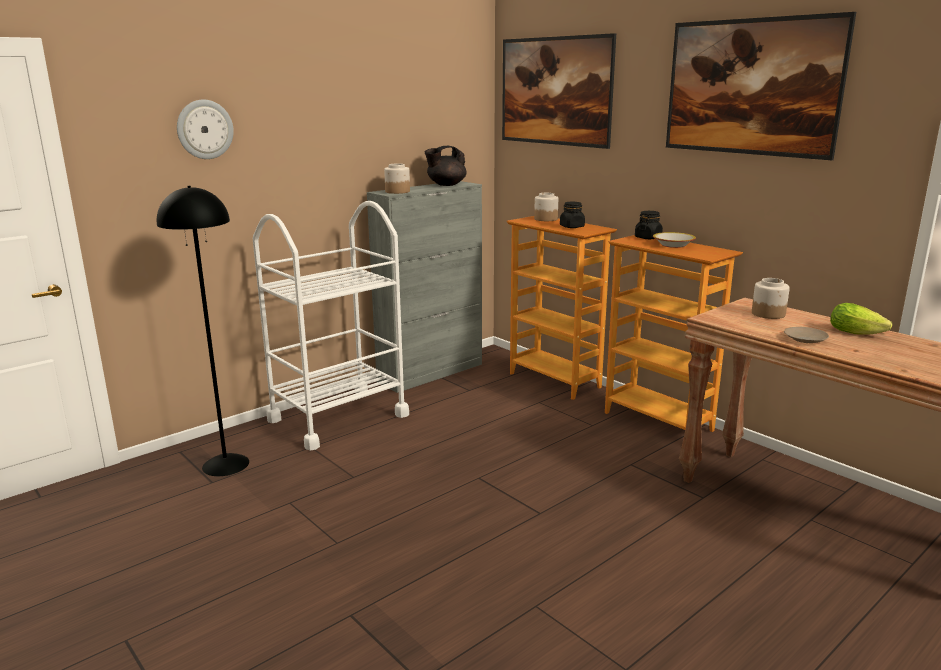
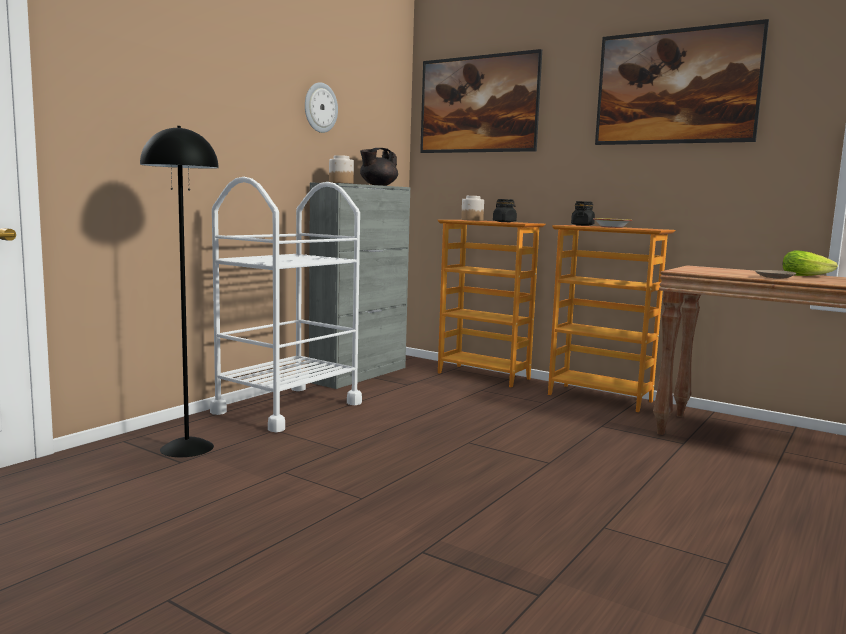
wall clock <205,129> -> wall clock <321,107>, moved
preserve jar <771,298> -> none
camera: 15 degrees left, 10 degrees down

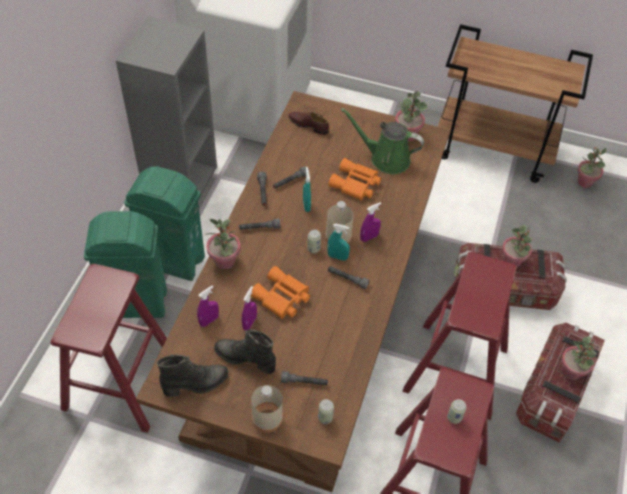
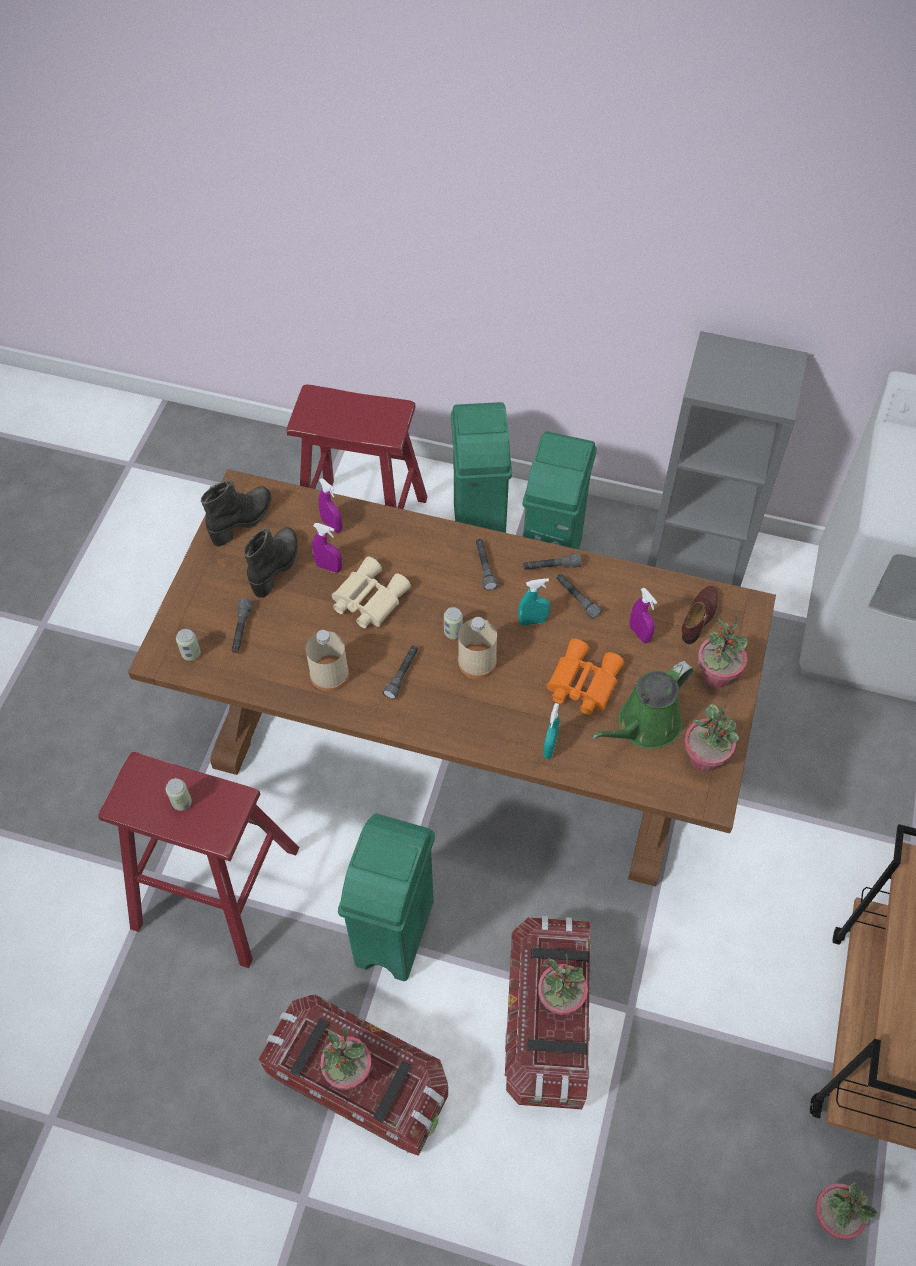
green watering can <382,141> -> green watering can <642,705>, 150 degrees counterclockwise
purple-coloured hand sprayer <370,222> -> purple-coloured hand sprayer <643,615>, moved
plant in a pot <223,244> -> plant in a pot <722,651>, moved
turquoise hand sprayer <338,242> -> turquoise hand sprayer <551,731>, moved
reddish stool <459,336> -> green rubbish bin <386,897>
orangey pair of binoculars <280,292> -> beige-coloured pair of binoculars <371,592>
black-coloured high-top boot <192,375> -> black-coloured high-top boot <236,513>, 120 degrees counterclockwise
beige-coloured drink bottle <267,409> -> beige-coloured drink bottle <327,661>, moved
camera: 90 degrees right, 5 degrees up

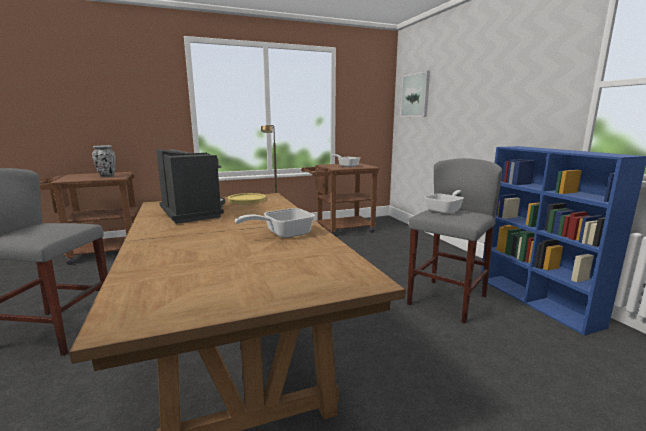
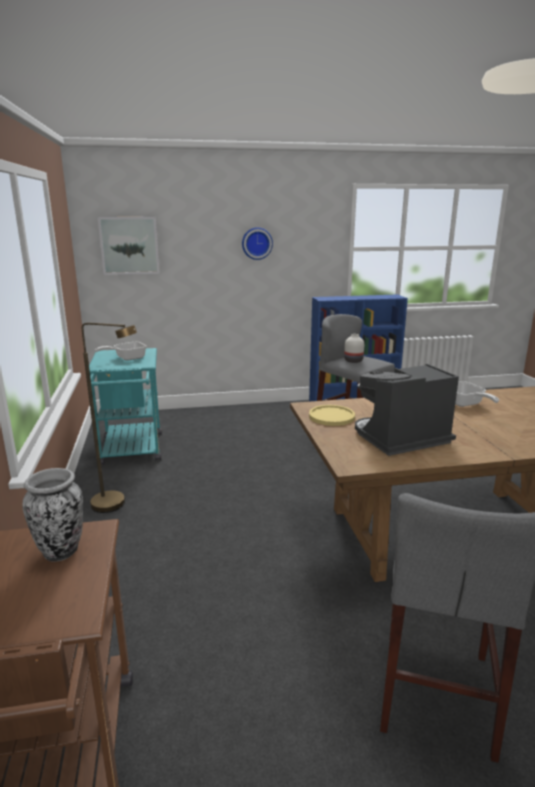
brownish cart <340,199> -> turquoise cart <125,406>
pan <444,202> -> white-coloured decorative vase <354,348>
none -> wall clock <257,243>
camera: 80 degrees left, 5 degrees up

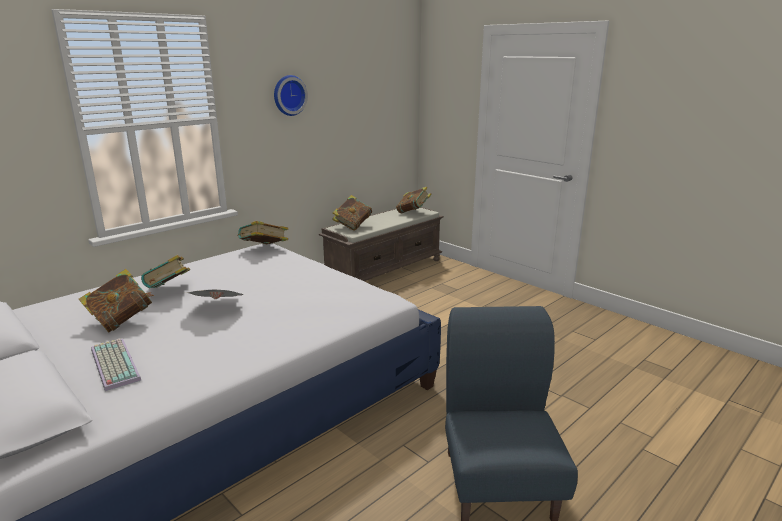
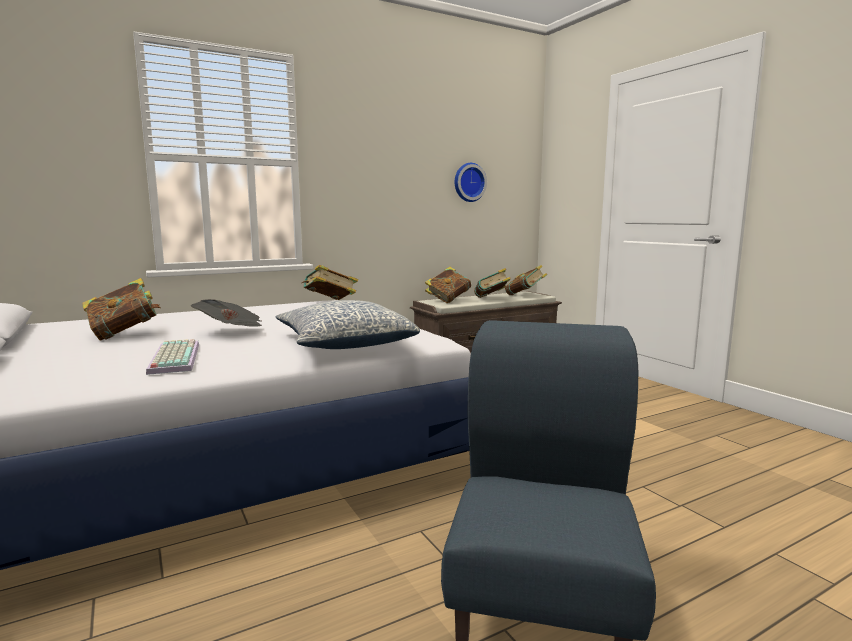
wall clock <291,95> -> wall clock <471,182>, moved
book <165,271> -> book <492,283>, moved
keyboard <116,364> -> keyboard <172,357>, moved
none -> cushion <348,324>
camera: 15 degrees right, 10 degrees down

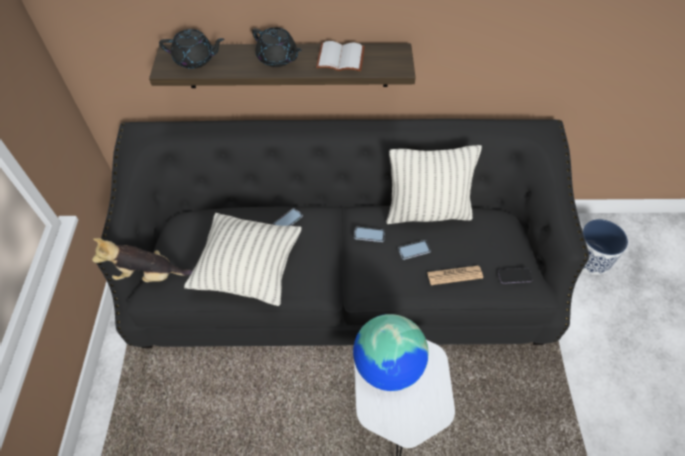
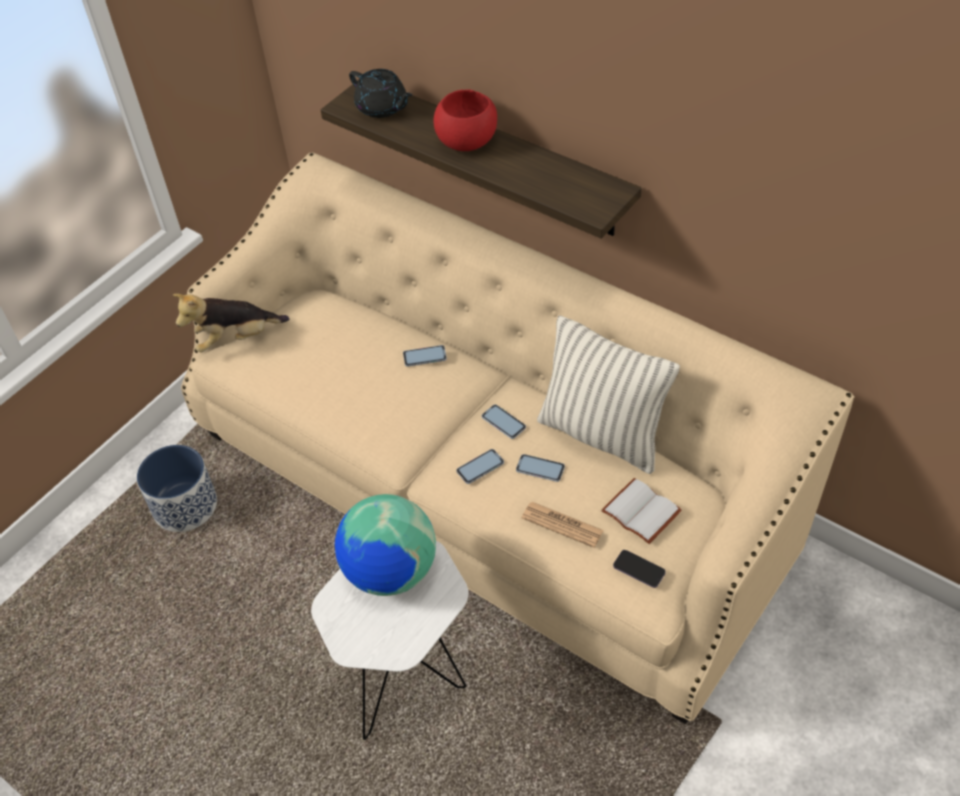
black-coloured teapot <277,47> -> reddish bowl <465,120>
white-coloured book <340,56> -> white-coloured book <641,511>, moved
black-coloured sofa <343,233> -> beige-coloured sofa <518,438>
cushion <243,259> -> none
planter <605,247> -> planter <177,488>, moved
soft toy <142,260> -> soft toy <231,323>, 60 degrees counterclockwise
none -> telephone <480,466>
camera: 40 degrees right, 5 degrees down

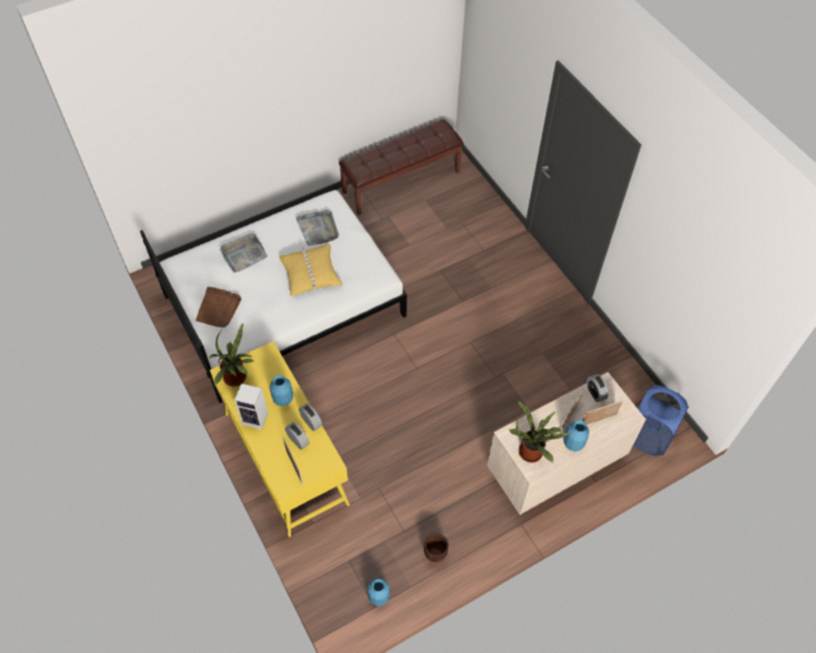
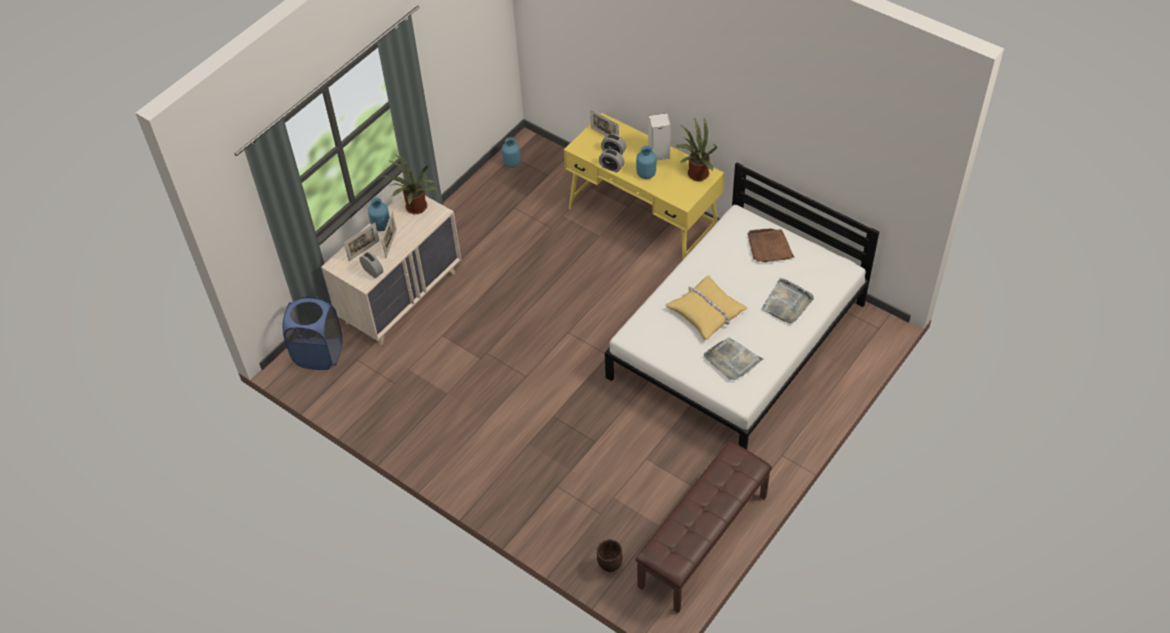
brownish planter <436,547> -> brownish planter <610,555>, moved
camera: 160 degrees right, 5 degrees down

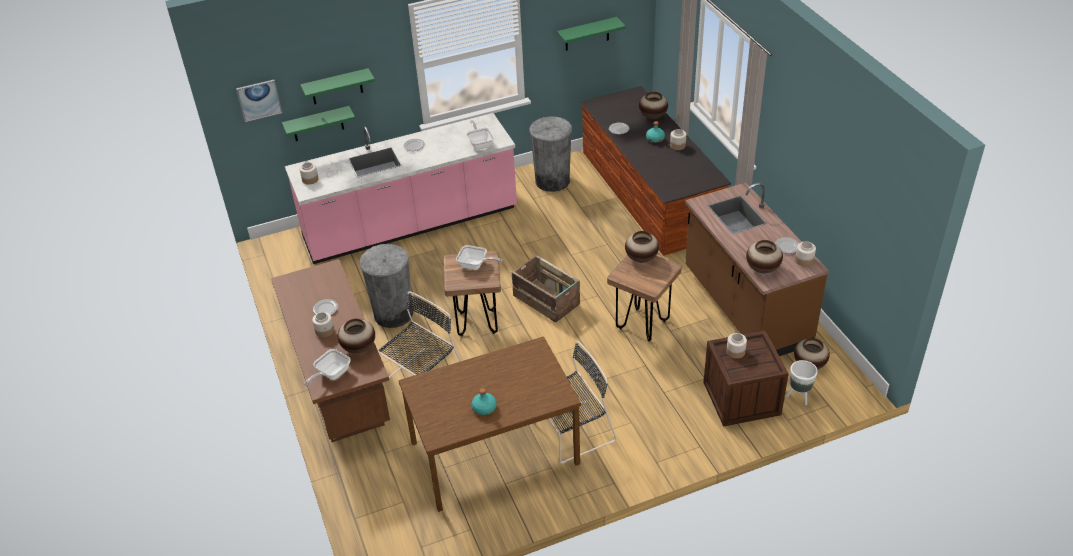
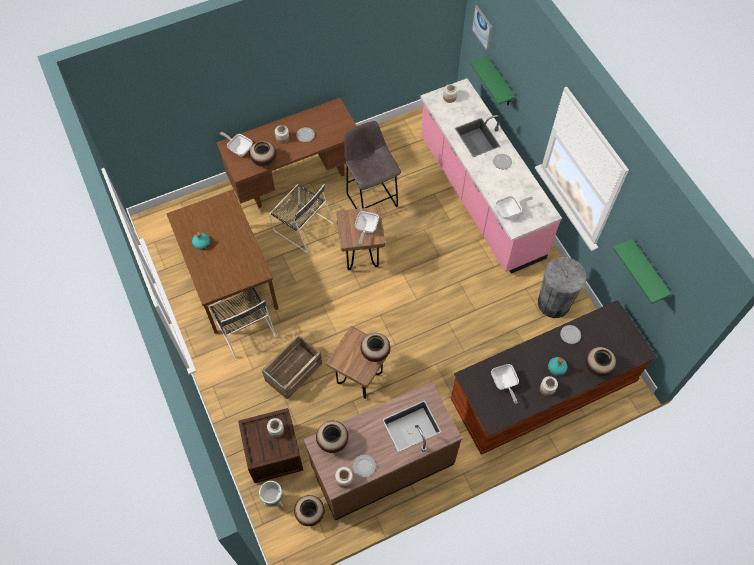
green shelf <337,86> -> none
gray rubbish bin <386,286> -> gray stool <372,165>
crate <546,288> -> crate <292,367>, moved
none -> pan <505,384>
camera: 85 degrees right, 20 degrees up

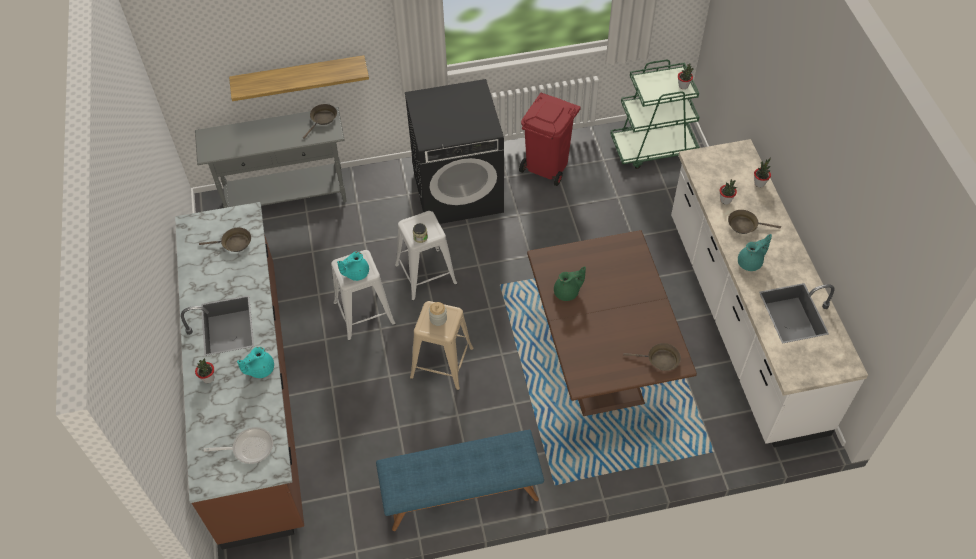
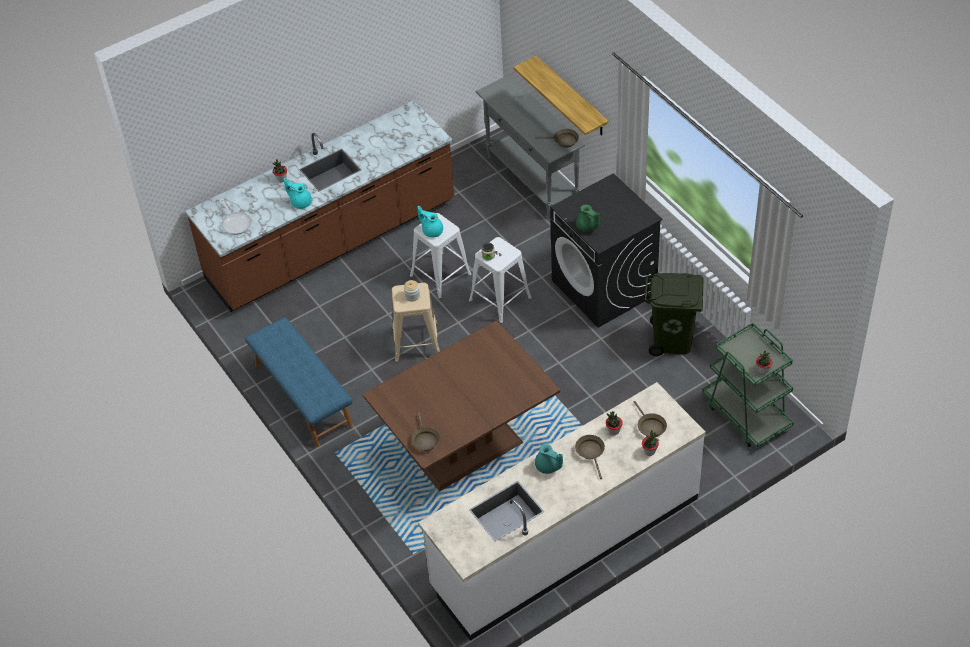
reddish rubbish bin <550,139> -> green rubbish bin <674,314>
brownish pan <225,239> -> brownish pan <650,419>, moved
green teapot <570,283> -> green teapot <588,218>, moved
camera: 70 degrees right, 5 degrees down

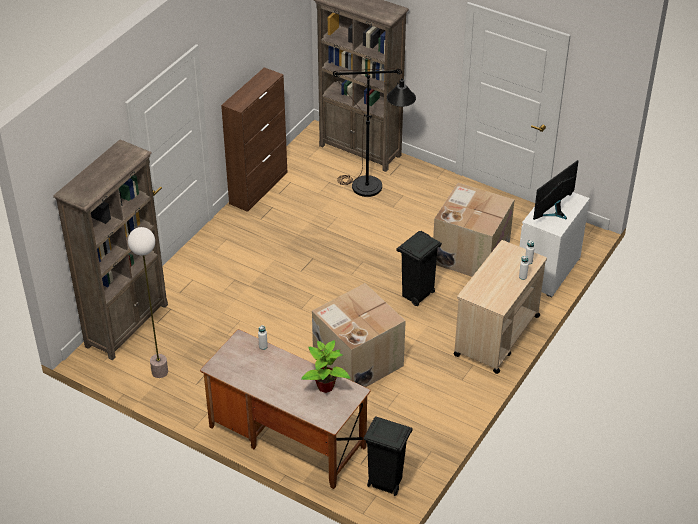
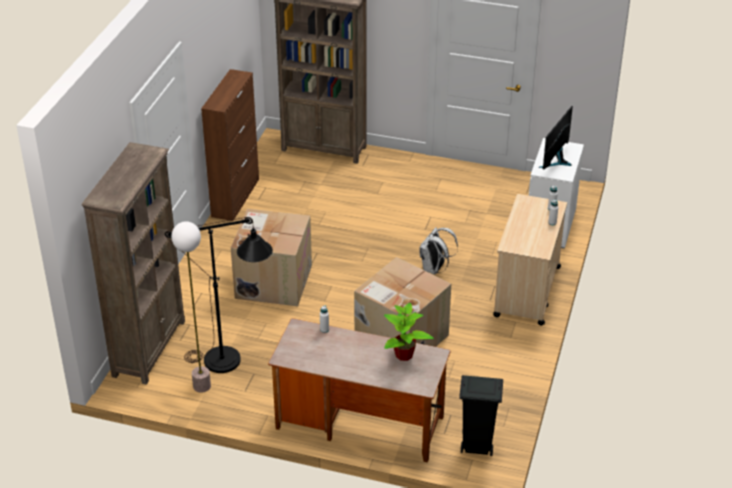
black-coloured standard lamp <374,132> -> black-coloured standard lamp <219,295>, moved
cardboard box <474,230> -> cardboard box <271,257>, moved
black-coloured rubbish bin <419,268> -> white-coloured backpack <438,250>
camera: 15 degrees left, 5 degrees down

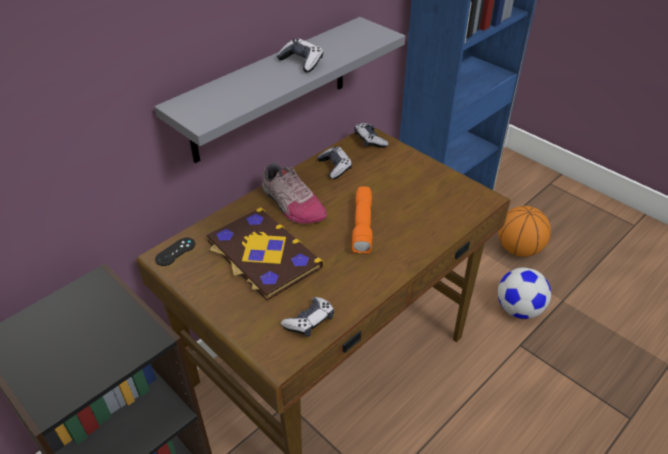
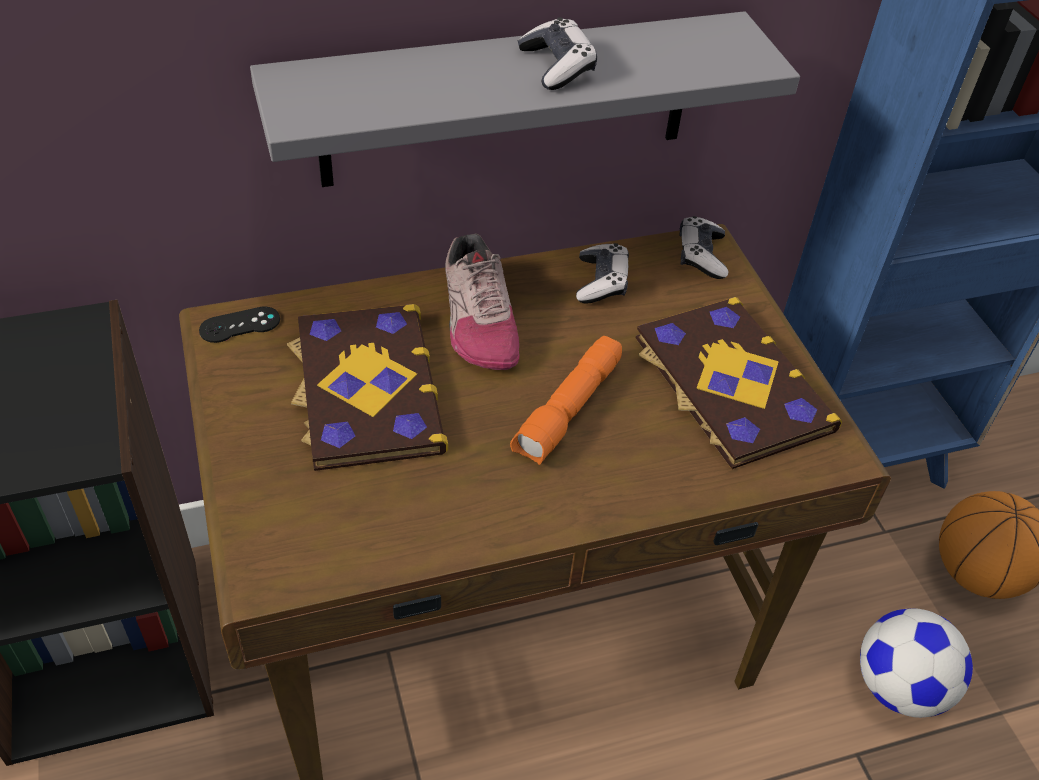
joypad <307,317> -> none
none -> book <739,383>
camera: 25 degrees right, 5 degrees up

